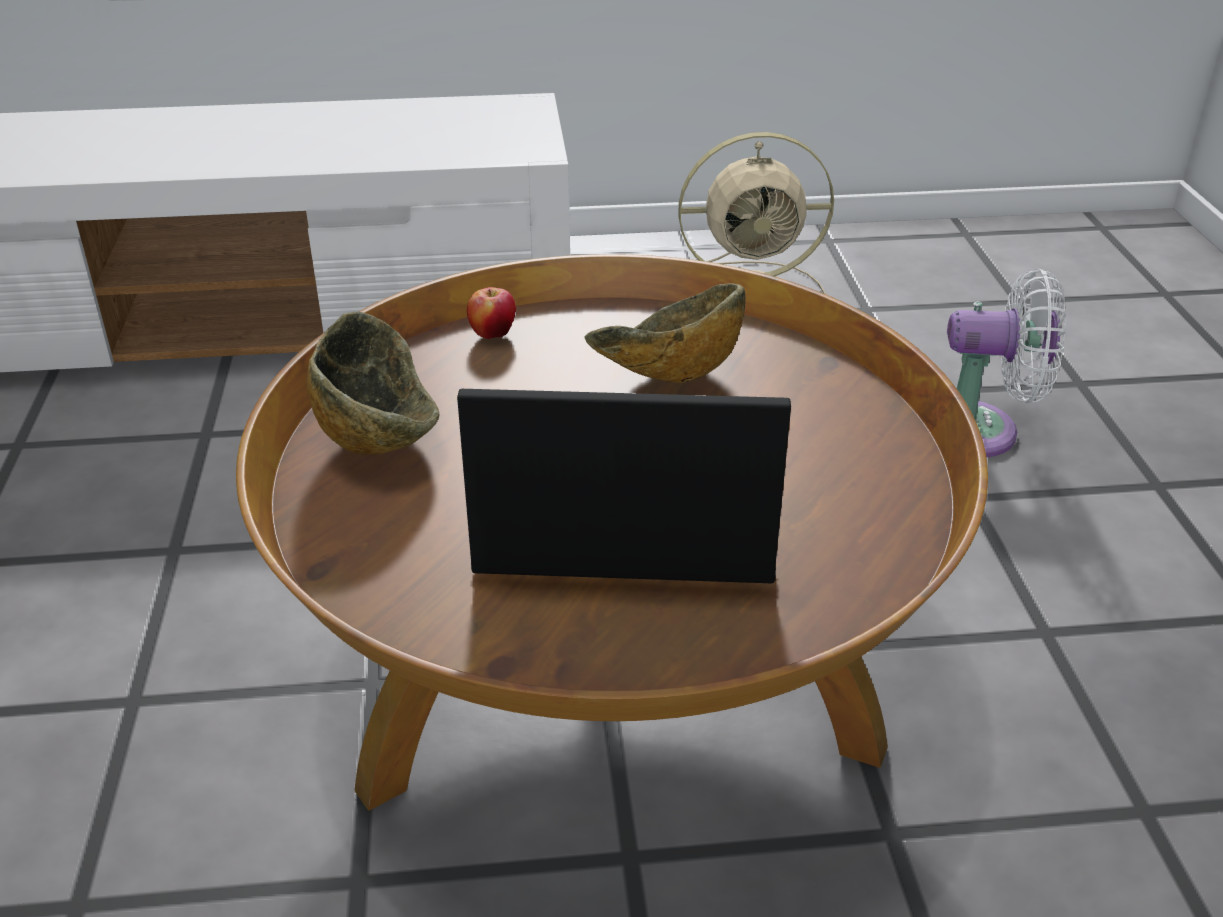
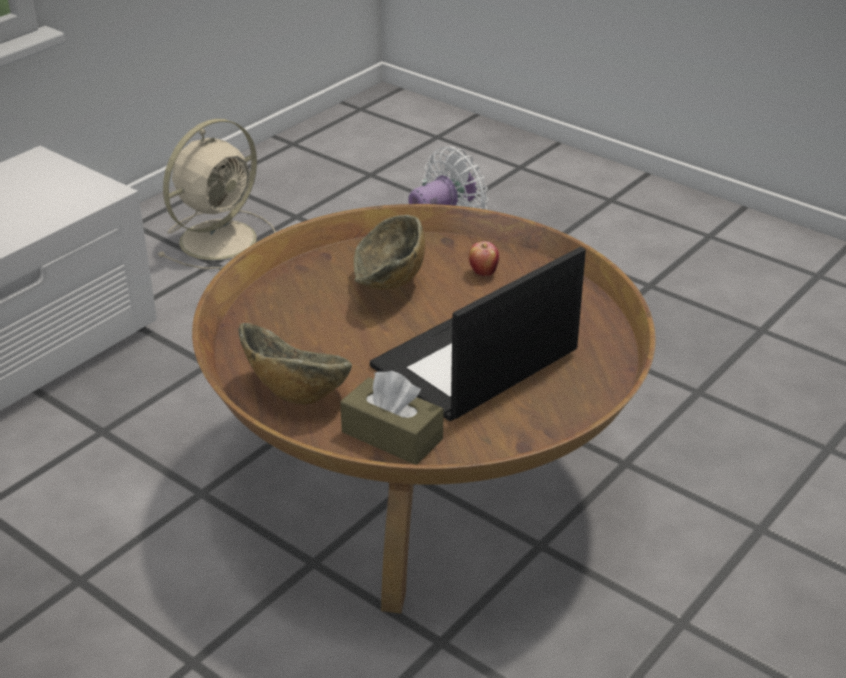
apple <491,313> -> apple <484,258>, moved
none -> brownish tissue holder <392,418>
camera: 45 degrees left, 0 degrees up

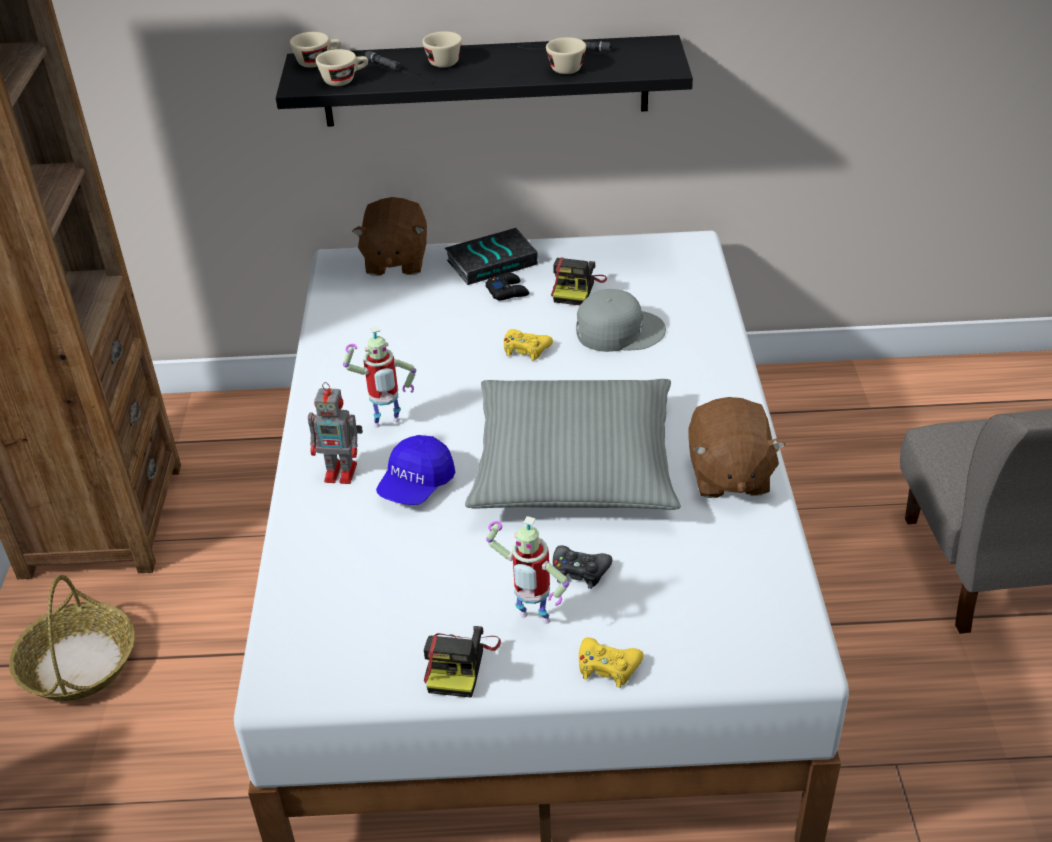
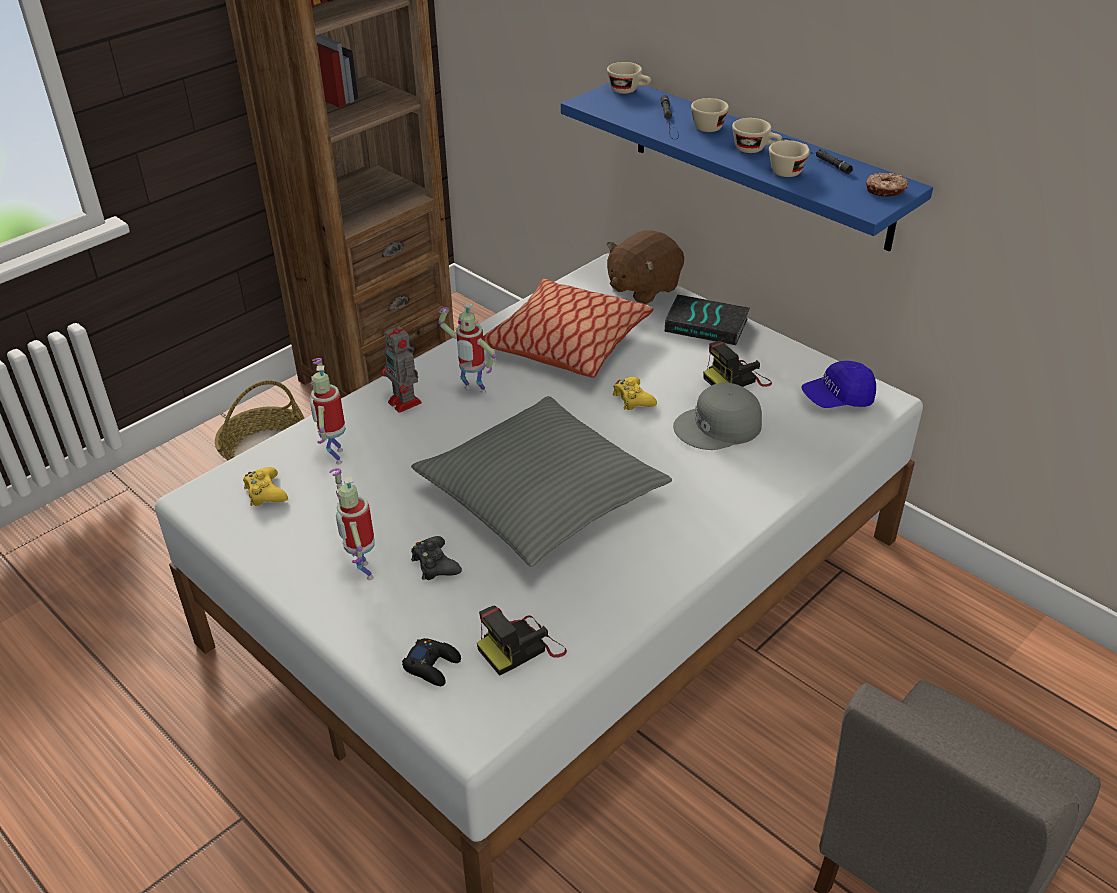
black-coloured shelf <484,81> -> bluish shelf <747,167>
beige-coloured drinking cup <342,67> -> beige-coloured drinking cup <757,135>, moved
black-coloured joypad <507,286> -> black-coloured joypad <431,662>, moved
gray cap <621,320> -> gray cap <717,416>, 120 degrees clockwise
brownish soft toy <736,447> -> none
bluish cap <415,470> -> bluish cap <838,384>, moved
still camera <462,662> -> still camera <522,641>, moved
yellow joypad <611,662> -> yellow joypad <265,486>, moved
none -> ring doughnut <887,185>
none -> cushion <568,328>
none -> robot figure <328,411>
camera: 45 degrees right, 0 degrees up

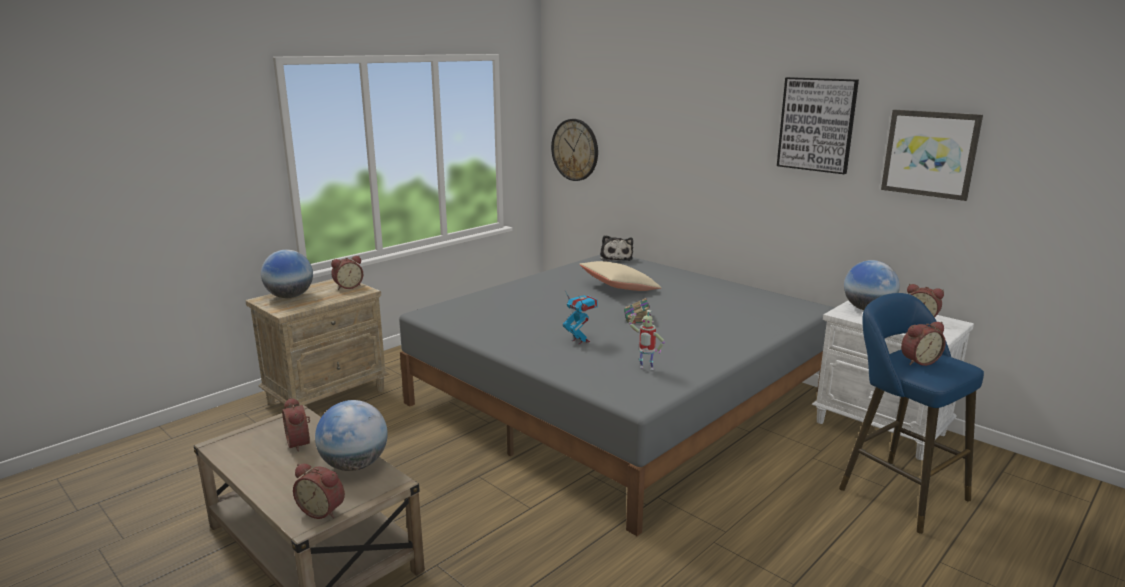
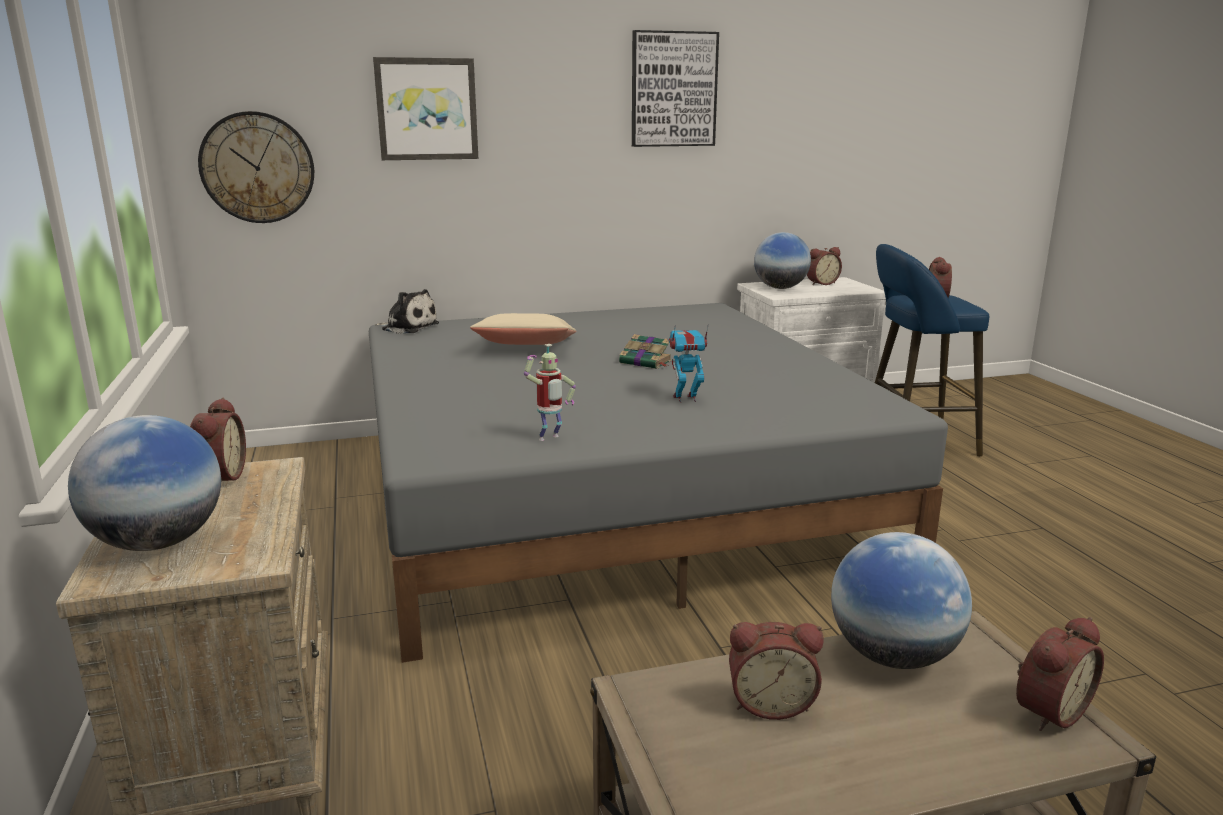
wall art <932,155> -> wall art <425,108>, moved
robot figure <647,340> -> robot figure <550,392>, moved
camera: 60 degrees left, 0 degrees up

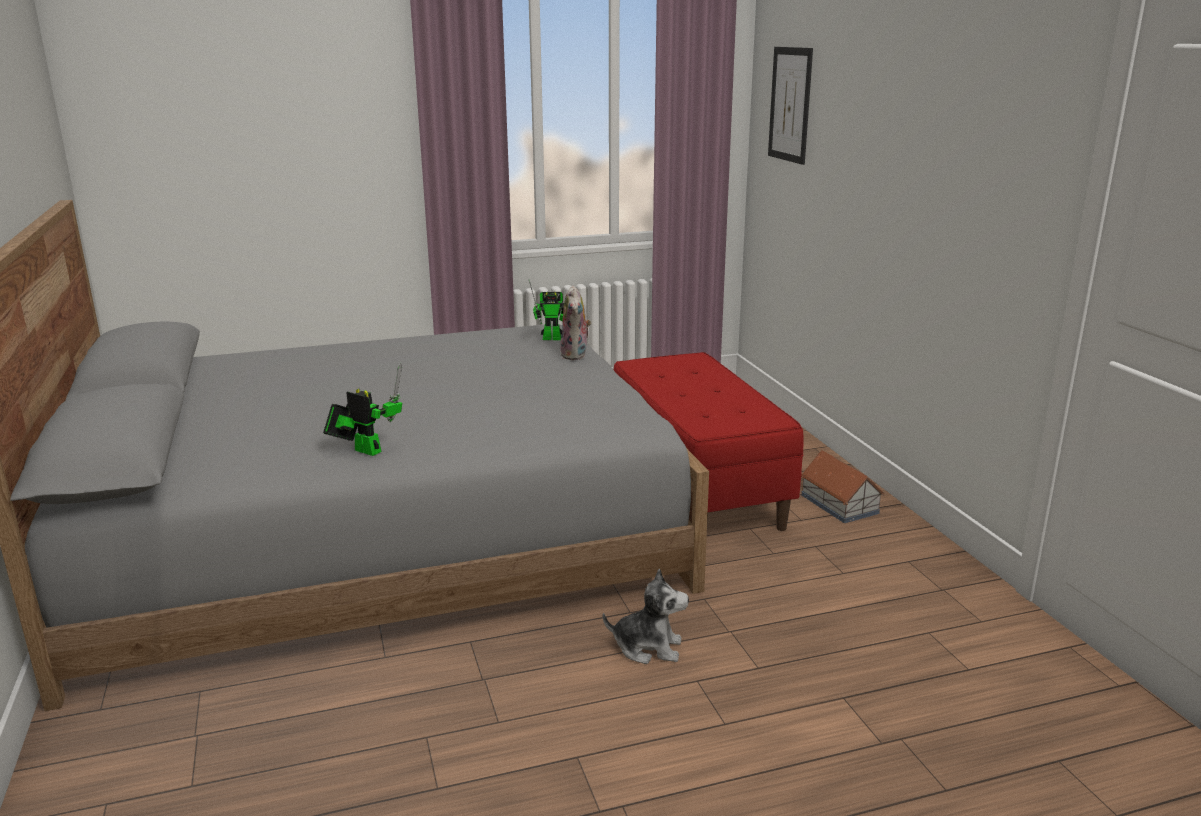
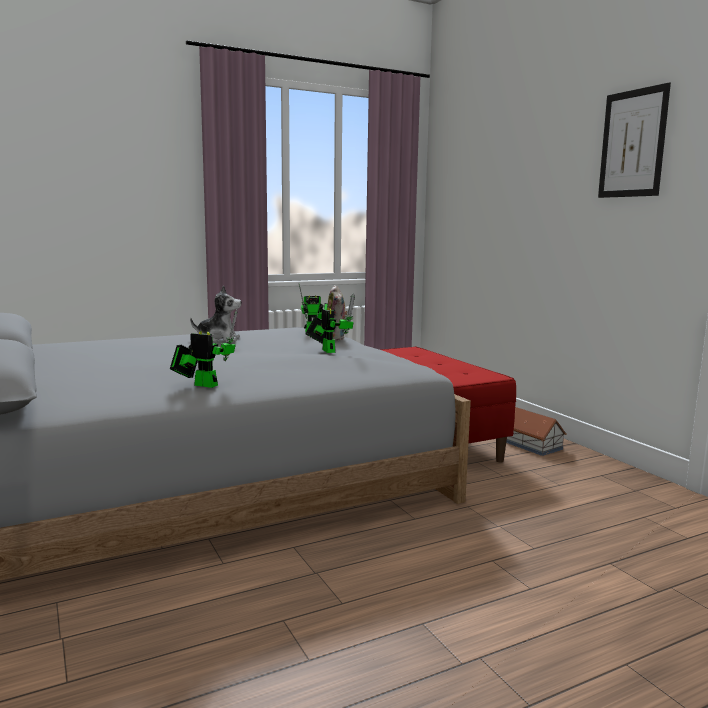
wall art <790,106> -> wall art <634,140>, moved
soft toy <646,616> -> soft toy <216,313>, moved
none -> robot figure <330,323>
camera: 10 degrees left, 10 degrees down

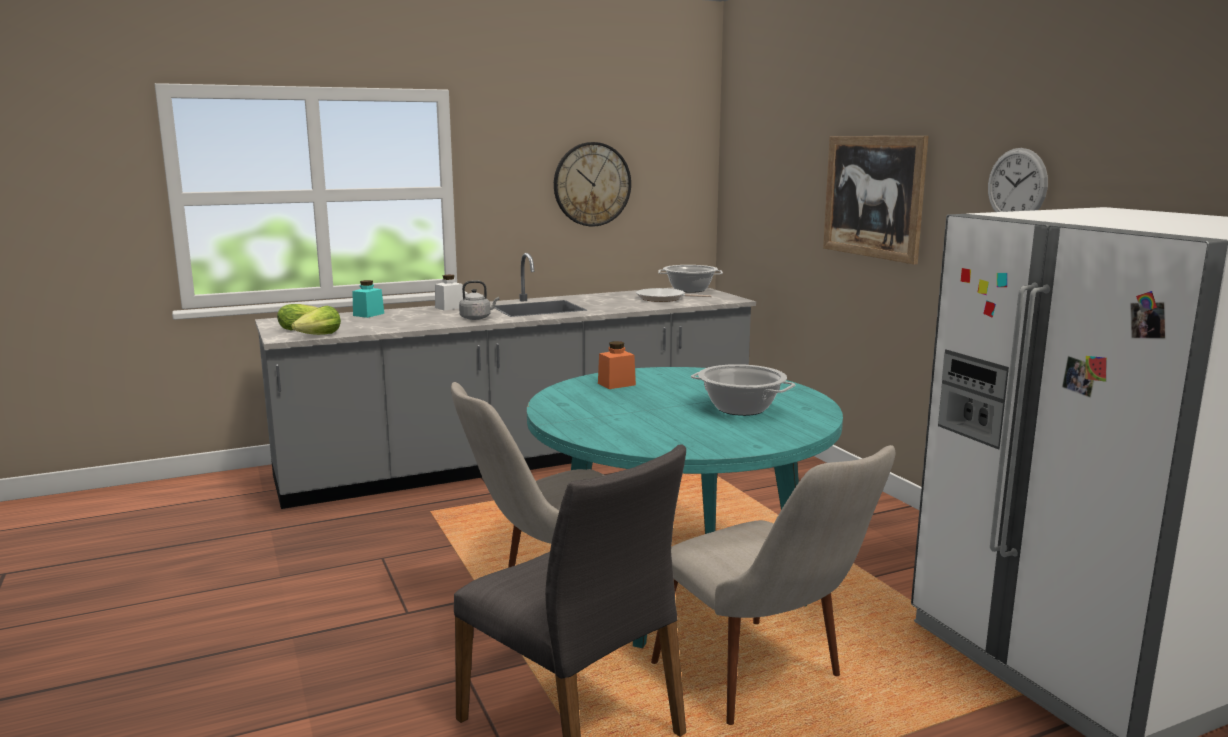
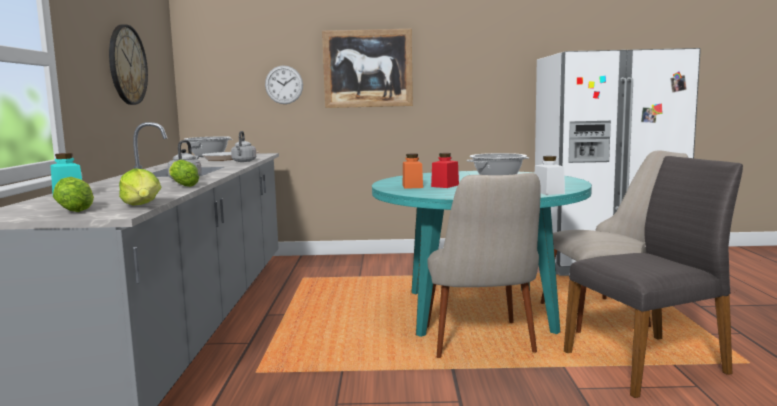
wall clock <1018,180> -> wall clock <284,84>, moved
white-coloured preserve jar <449,293> -> white-coloured preserve jar <550,175>, moved
none -> gray water kettle <243,146>
none -> reddish preserve jar <445,170>
none -> lettuce head <184,173>
camera: 65 degrees left, 5 degrees down

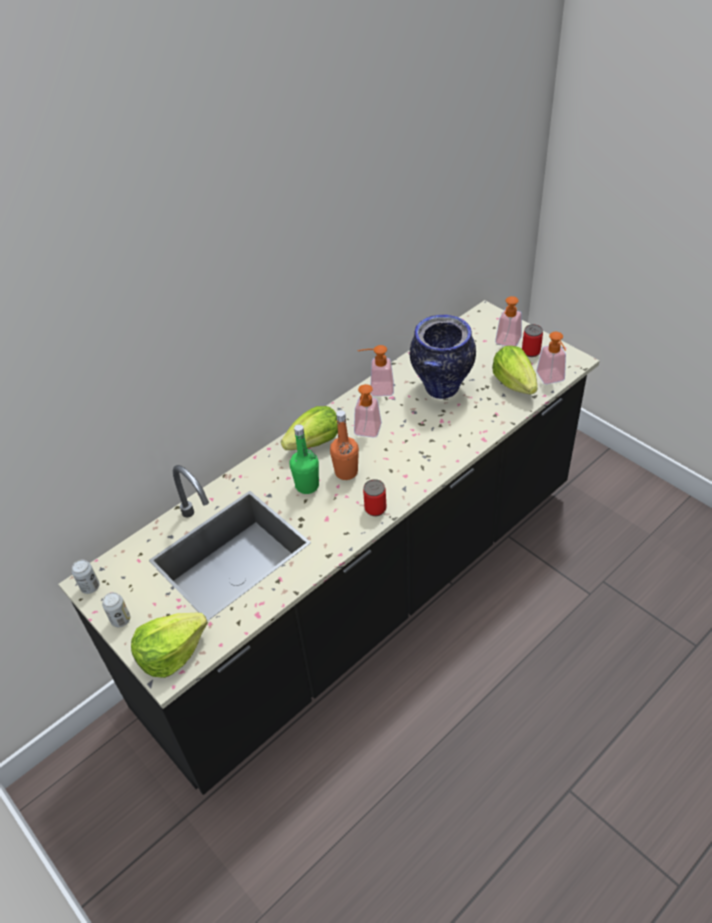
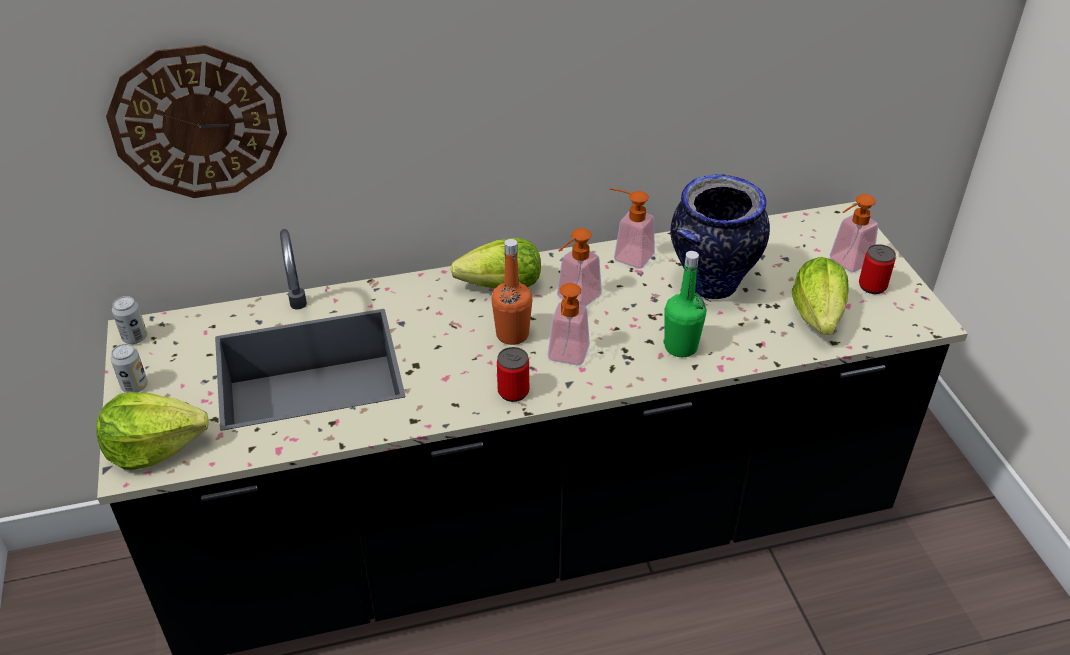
soap bottle <551,358> -> soap bottle <569,324>, moved
green drink bottle <304,459> -> green drink bottle <684,304>, moved
none -> wall clock <196,121>
camera: 25 degrees right, 5 degrees down

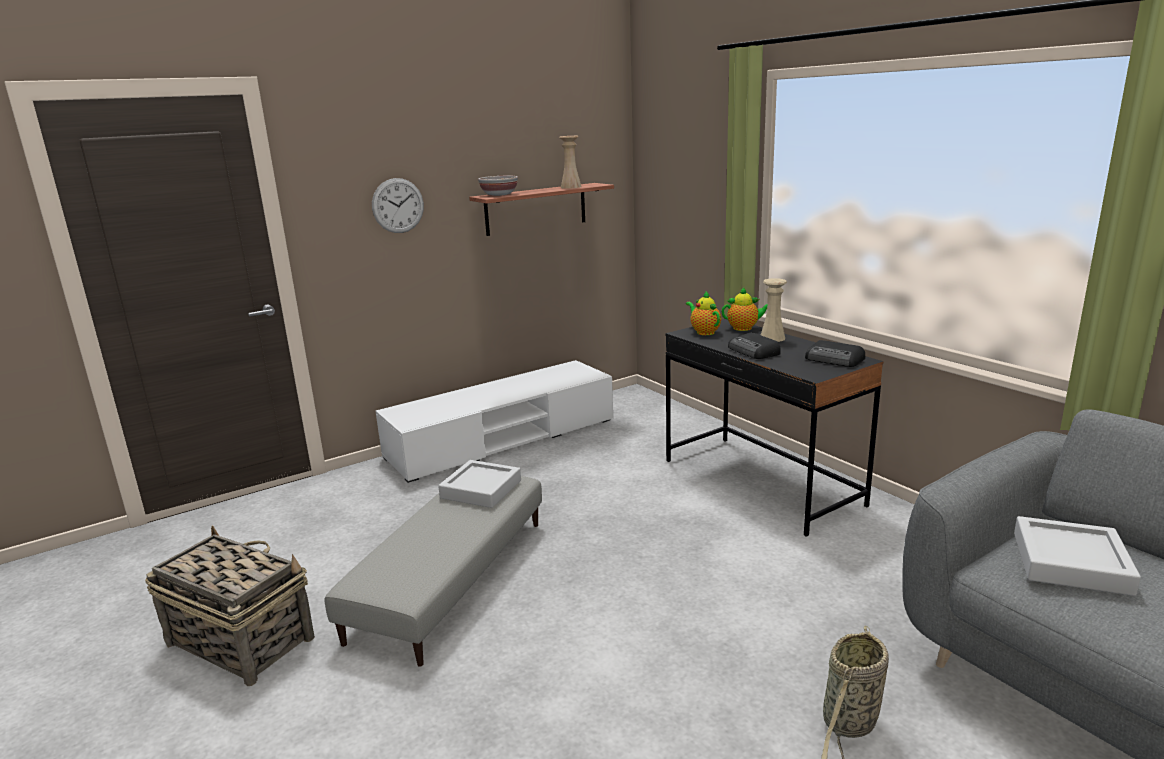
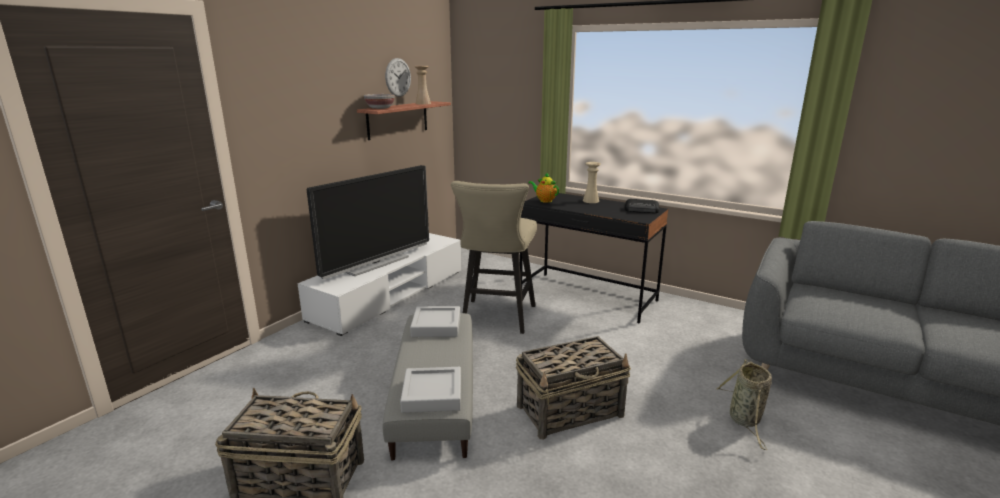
wall clock <398,205> -> wall clock <398,77>, moved
teapot <744,309> -> none
radio set <754,345> -> none
gray carrying tray <1077,556> -> gray carrying tray <430,390>, moved
none -> TV set <368,222>
none -> beige-coloured stool <494,257>
none -> storage basket <573,387>
camera: 25 degrees left, 0 degrees up

